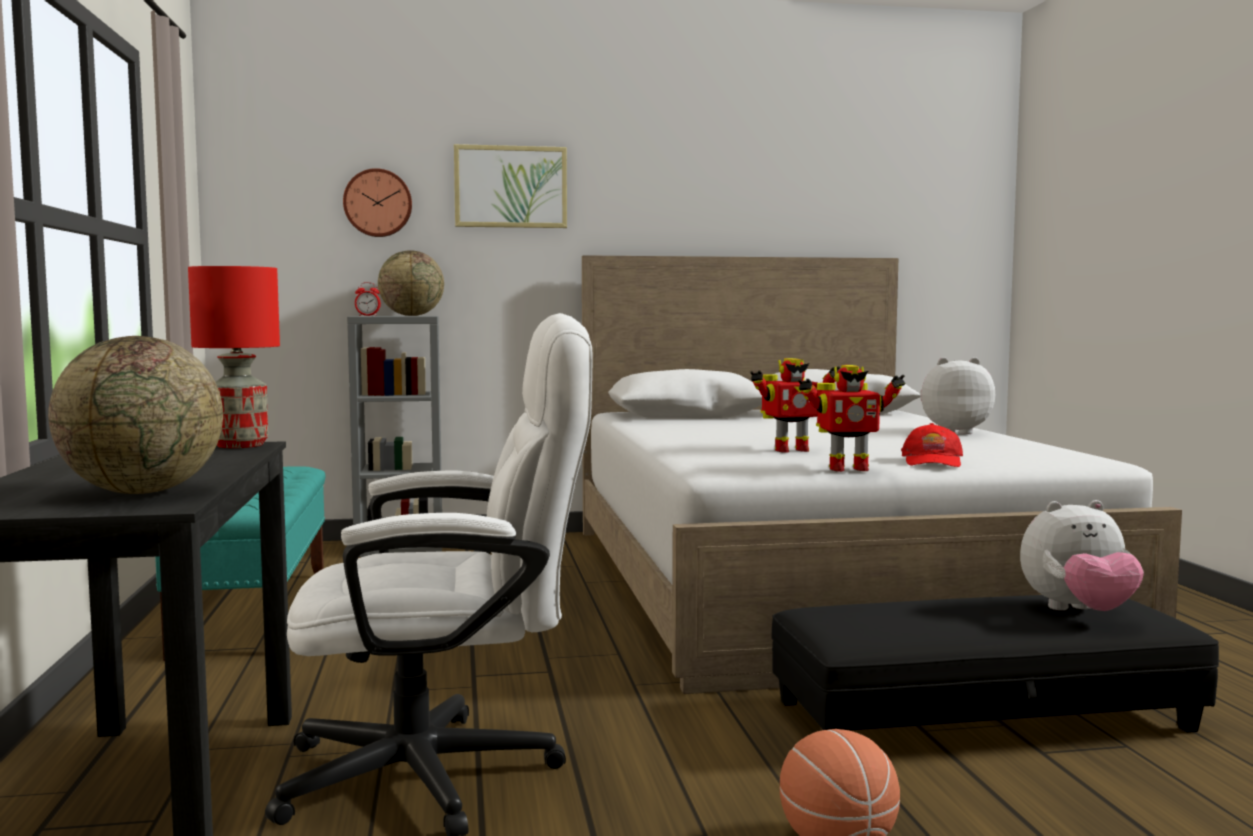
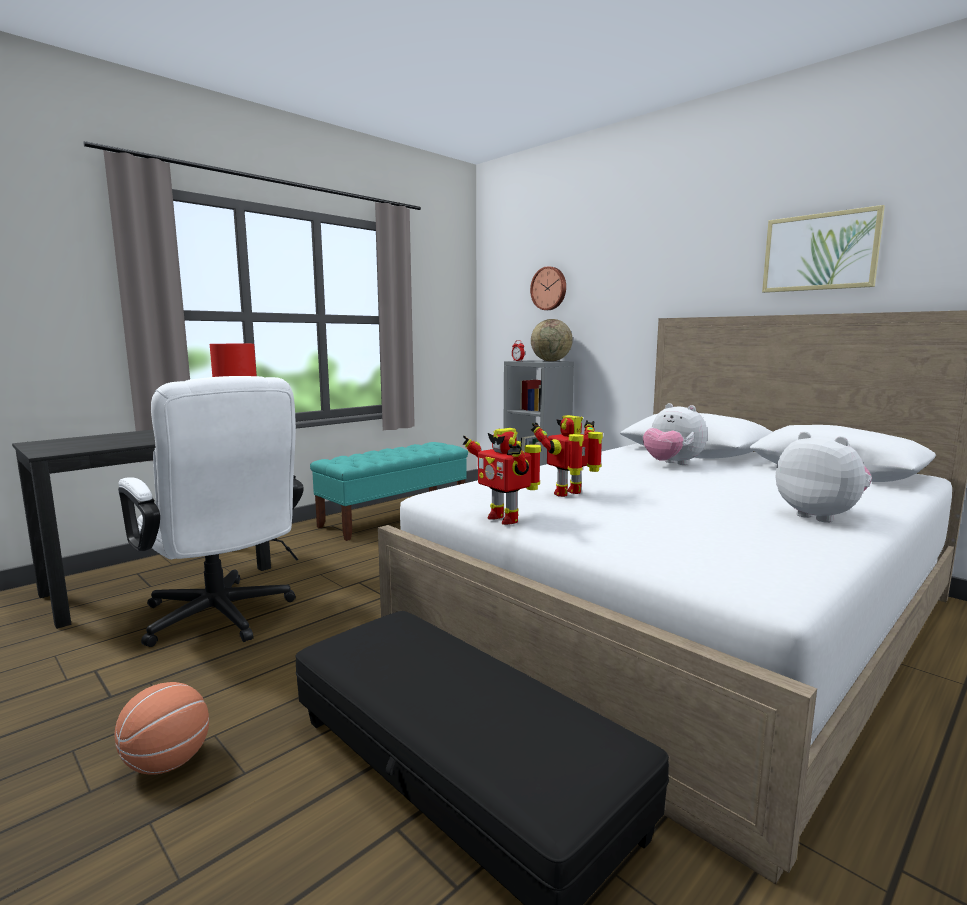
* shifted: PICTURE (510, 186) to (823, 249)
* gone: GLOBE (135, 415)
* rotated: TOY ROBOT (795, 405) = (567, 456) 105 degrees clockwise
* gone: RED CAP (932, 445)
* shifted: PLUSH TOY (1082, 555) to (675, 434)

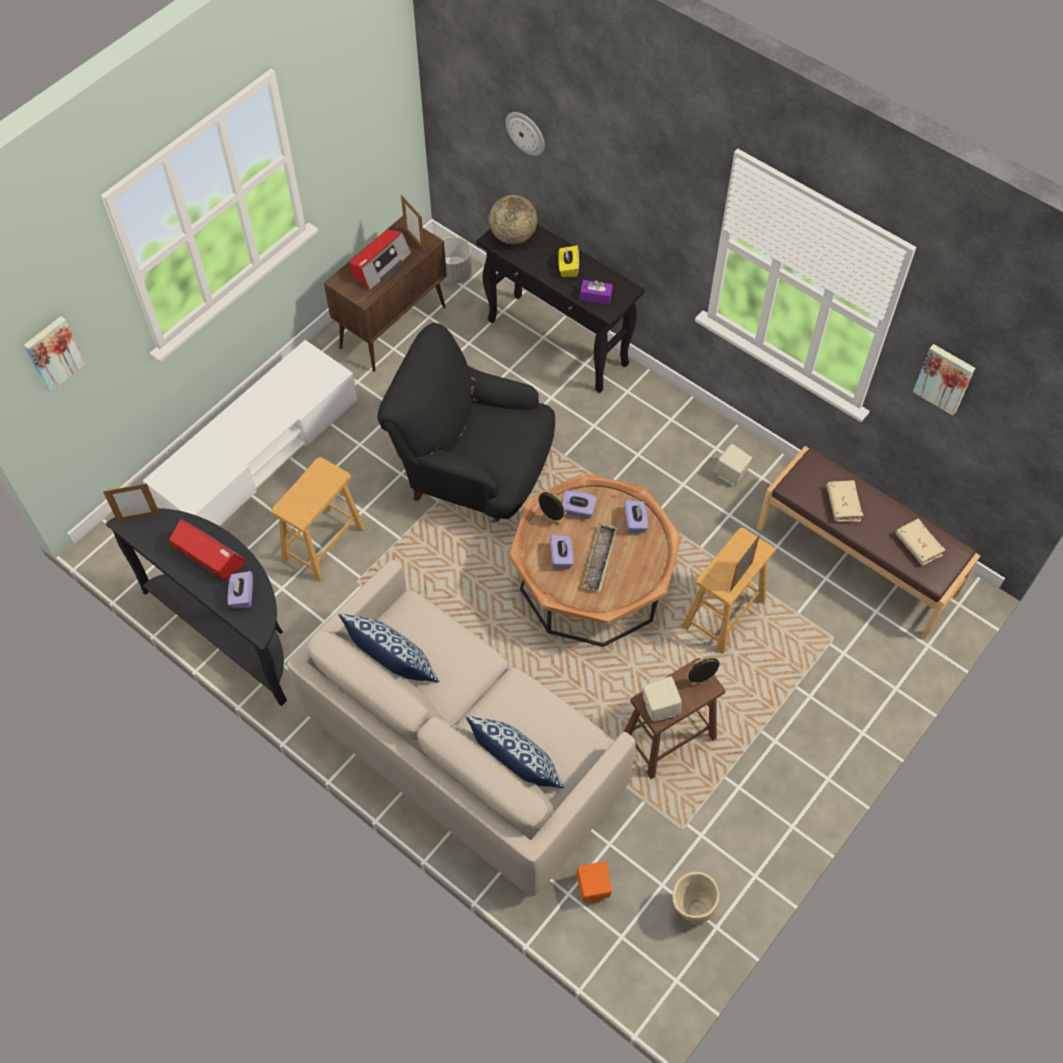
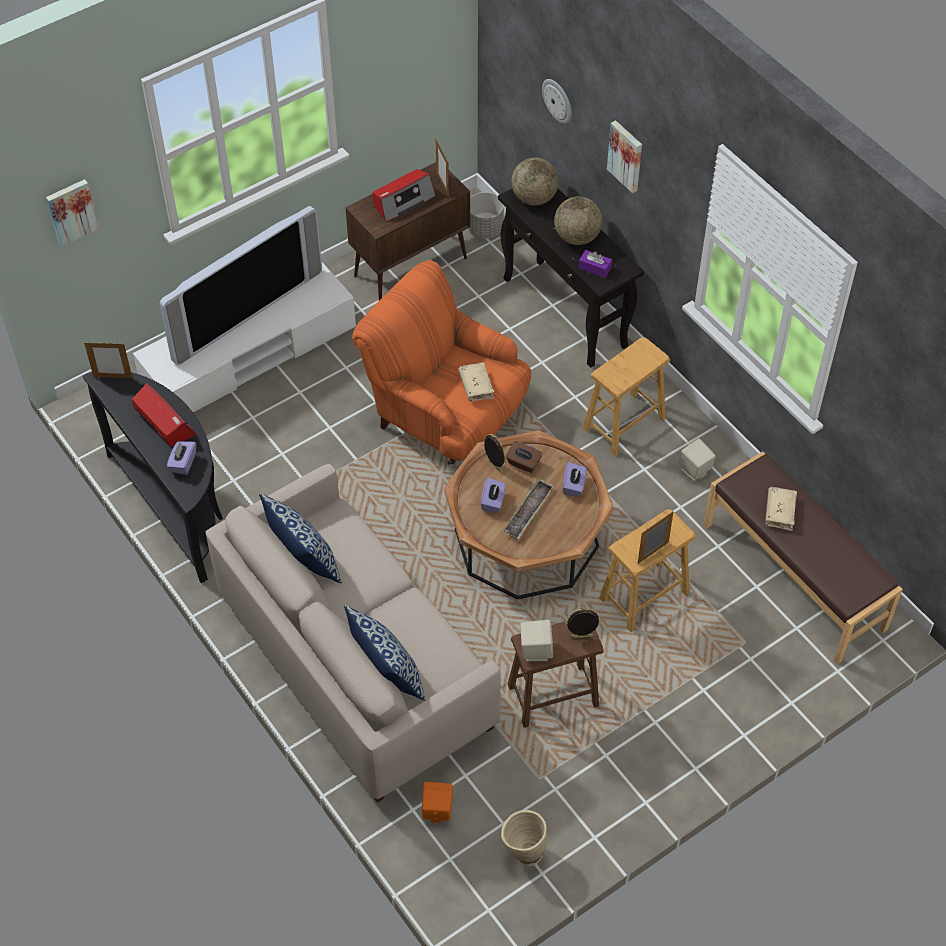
* swapped: YELLOW TISSUE BOX (569, 261) to GLOBE (578, 220)
* repainted: BLACK ARMCHAIR (466, 423) to ORANGE ARMCHAIR (441, 362)
* shifted: PICTURE (944, 380) to (624, 156)
* shifted: BROWN STOOL (318, 519) to (626, 396)
* repainted: PURPLE TISSUE BOX (579, 504) to BROWN TISSUE BOX (524, 457)
* shifted: BEIGE BOOK (920, 542) to (476, 382)
* new: TELEVISION (240, 285)

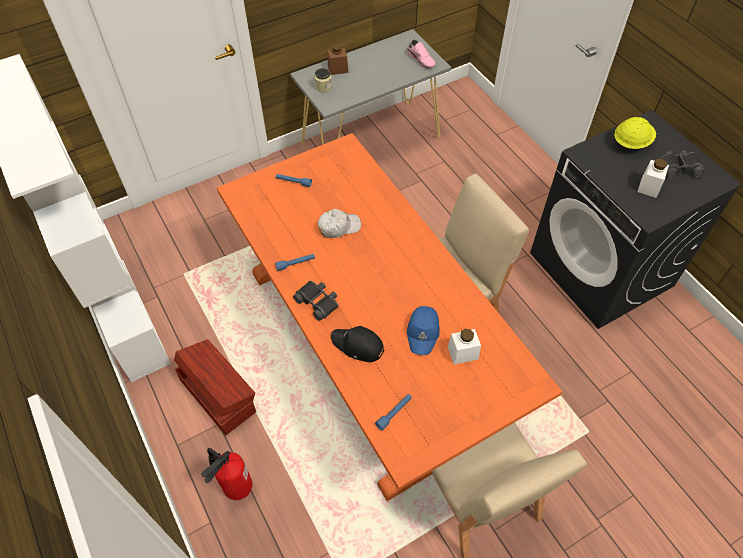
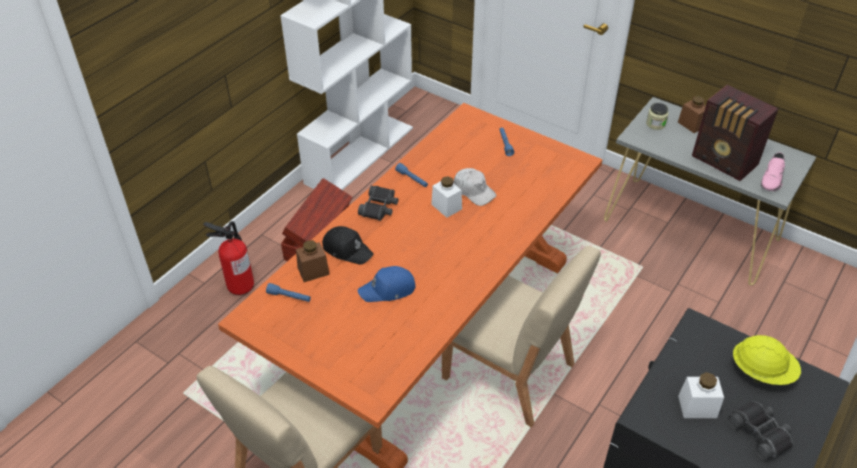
* rotated: BLACK CAP (358, 344) = (348, 245) 120 degrees clockwise
* shifted: WHITE JAR (464, 347) to (446, 197)
* new: RADIO (735, 133)
* new: BROWN JAR (313, 261)

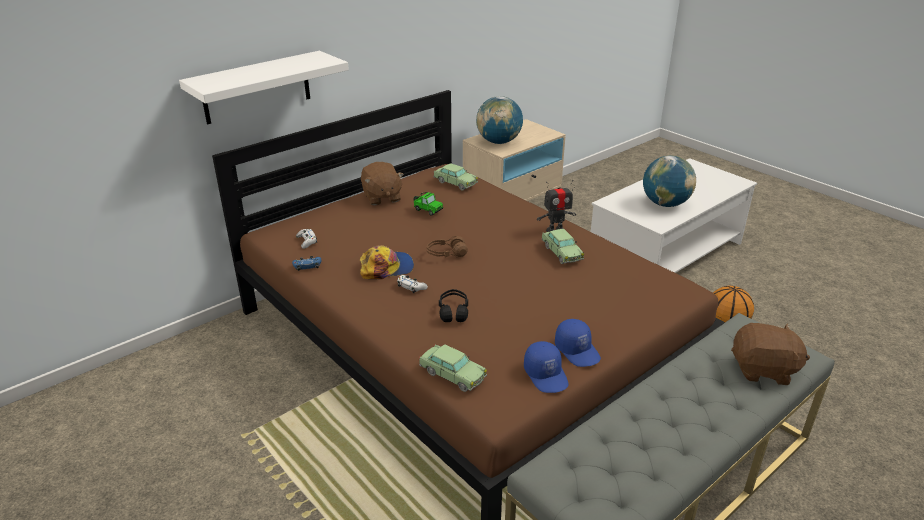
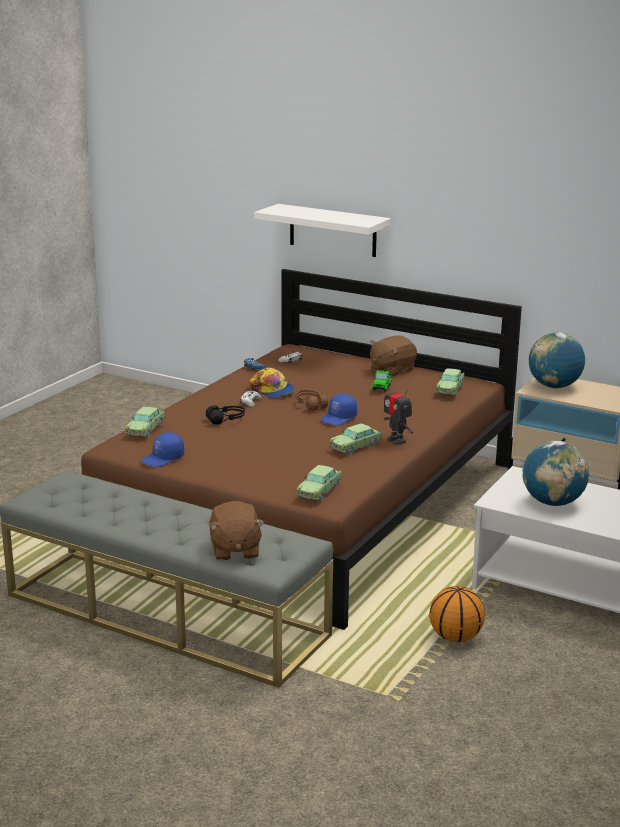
* shifted: BLUE CAP (578, 343) to (338, 409)
* new: TOY CAR (319, 483)

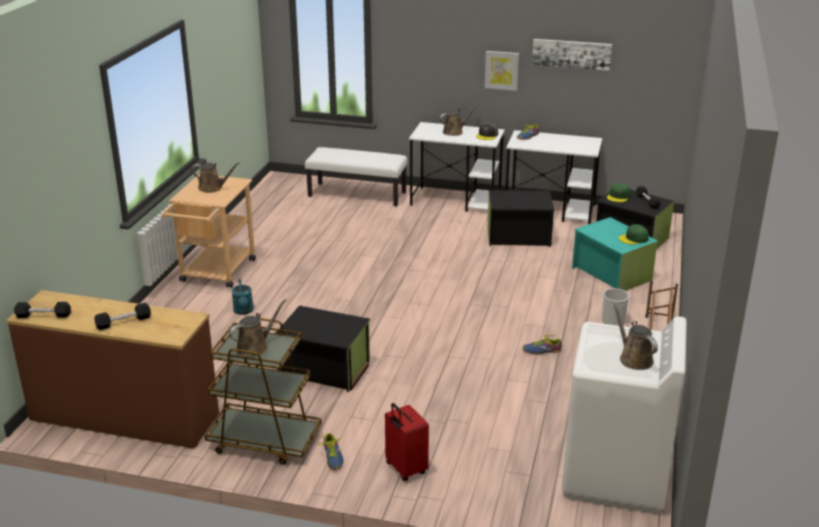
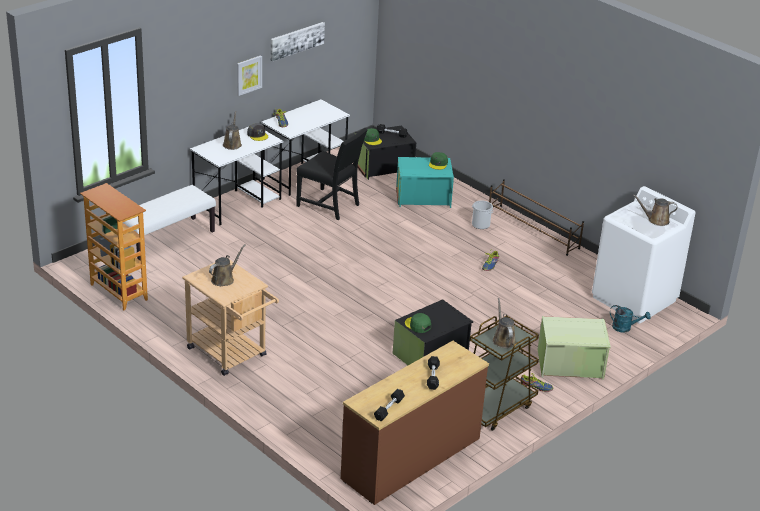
* swapped: BLACK STORAGE BOX (520, 218) to BLACK CHAIR (331, 174)
* shifted: TURQUOISE WATERING CAN (242, 297) to (630, 318)
* swapped: RED SUITCASE (407, 442) to GREEN STORAGE BOX (574, 348)
* new: BOOKCASE (114, 246)
* new: GREEN CAP (418, 323)

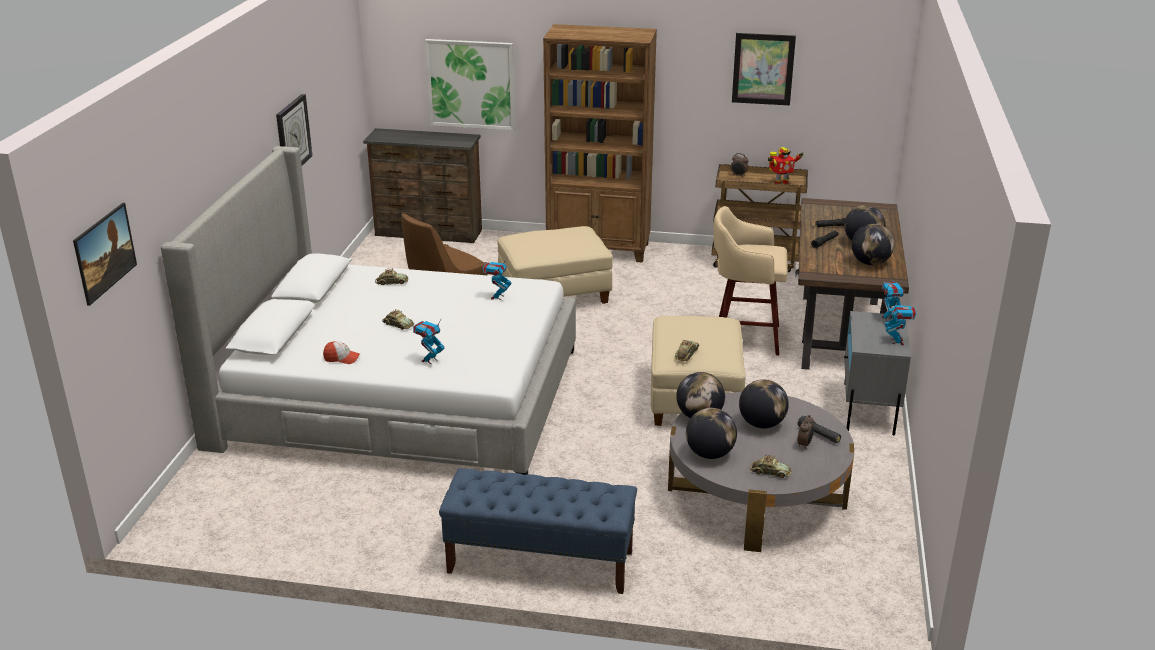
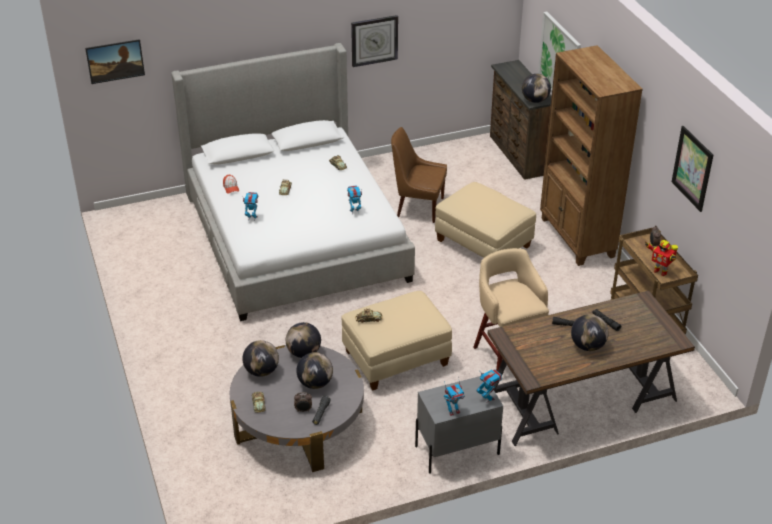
* shifted: GLOBE (872, 245) to (536, 88)
* gone: BLUE BENCH (538, 531)

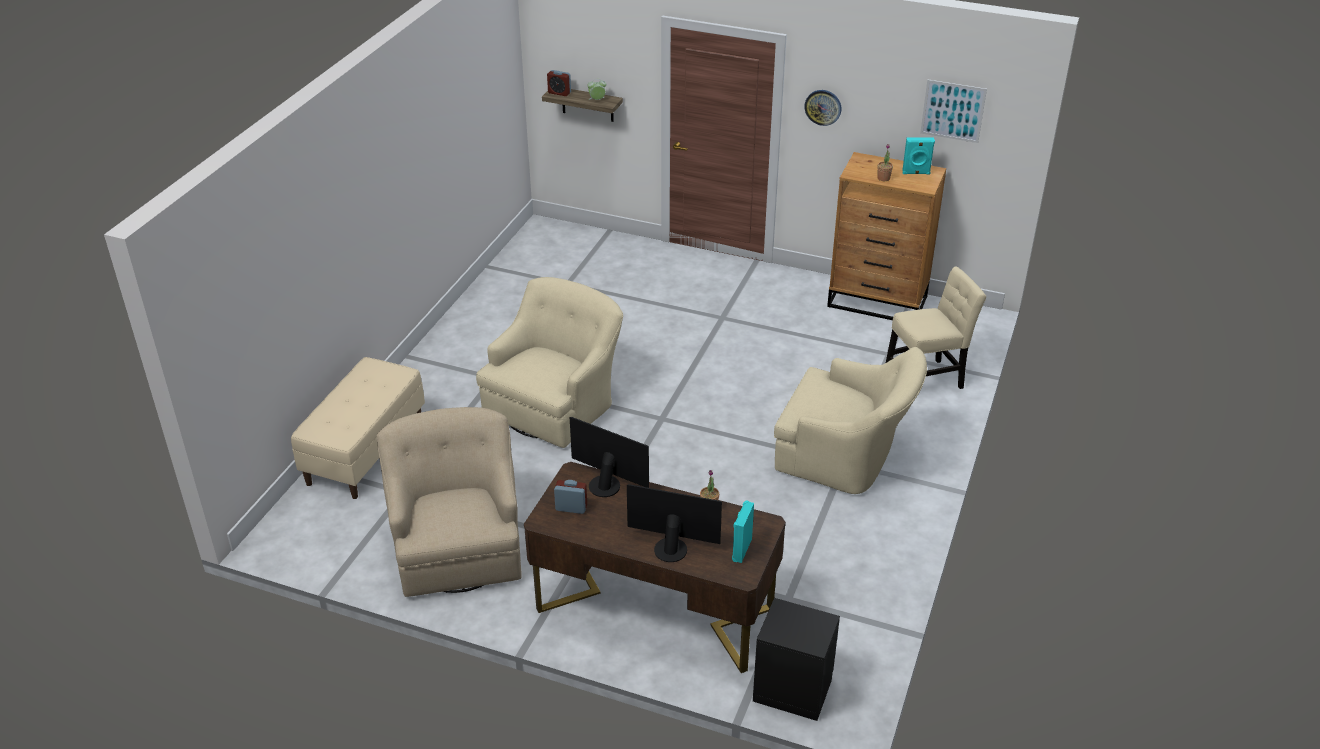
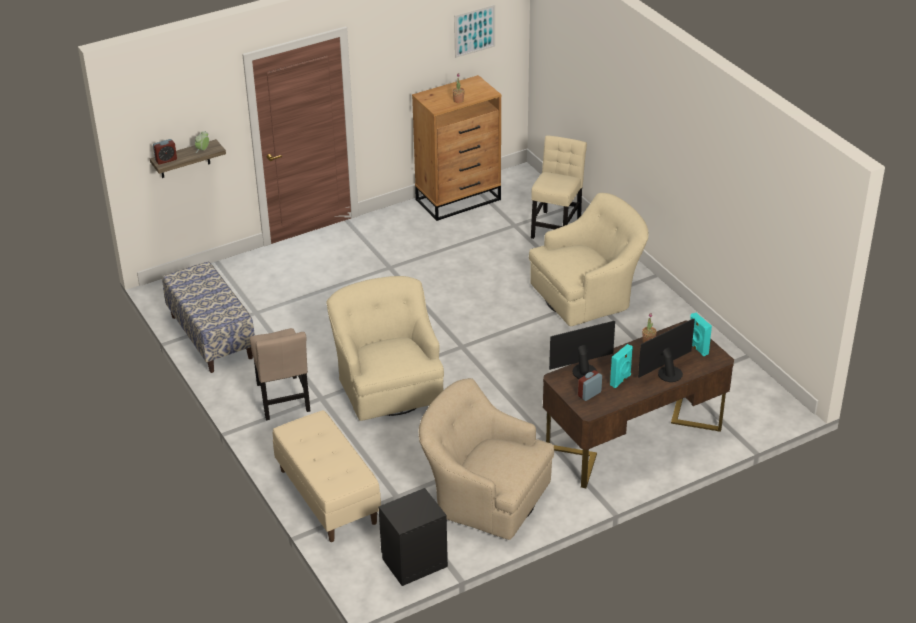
* gone: WALL CLOCK (822, 108)
* shifted: TURQUOISE SPEAKER (918, 156) to (621, 366)
* shifted: BLACK NIGHTSTAND (796, 659) to (413, 537)
* new: BENCH (208, 317)
* new: BEIGE CHAIR (280, 374)

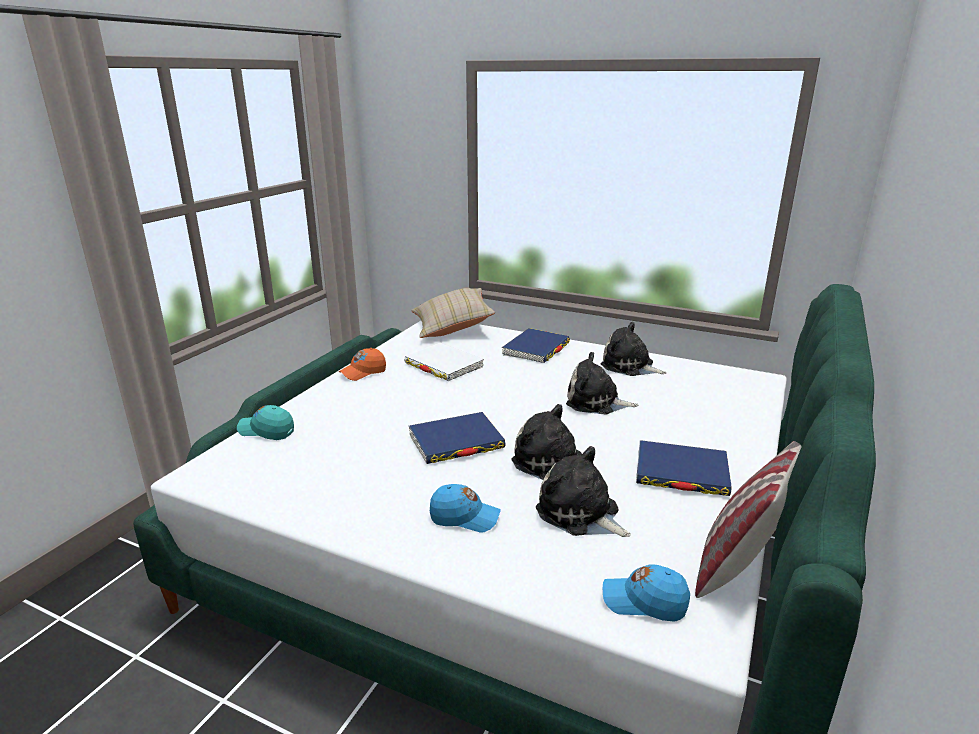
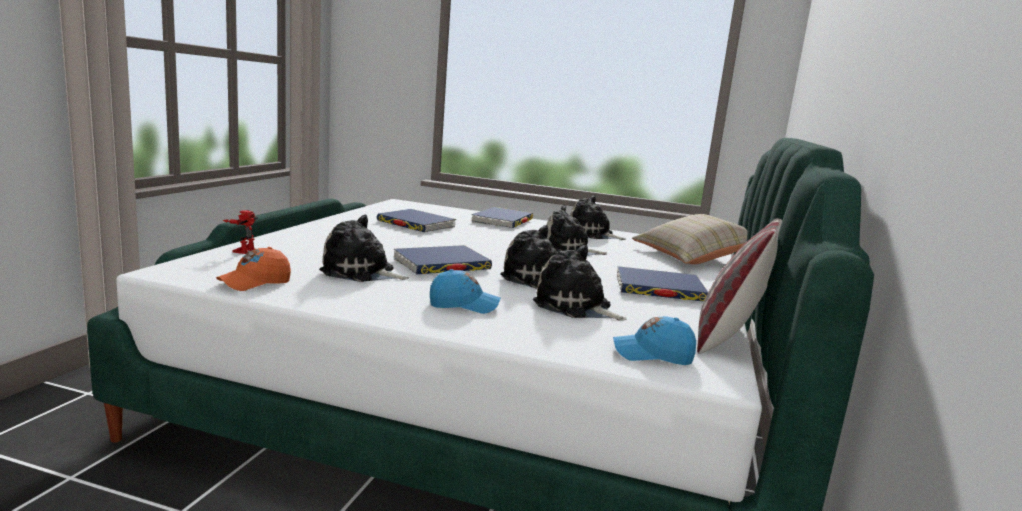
* shifted: BEIGE PILLOW (453, 313) to (689, 239)
* repainted: WHITE BOOK (444, 362) to BLUE BOOK (416, 220)
* shifted: ORANGE CAP (362, 364) to (253, 269)
* swapped: TURQUOISE CAP (265, 422) to TOY ROBOT (240, 232)
* new: PLUSH TOY (364, 248)

